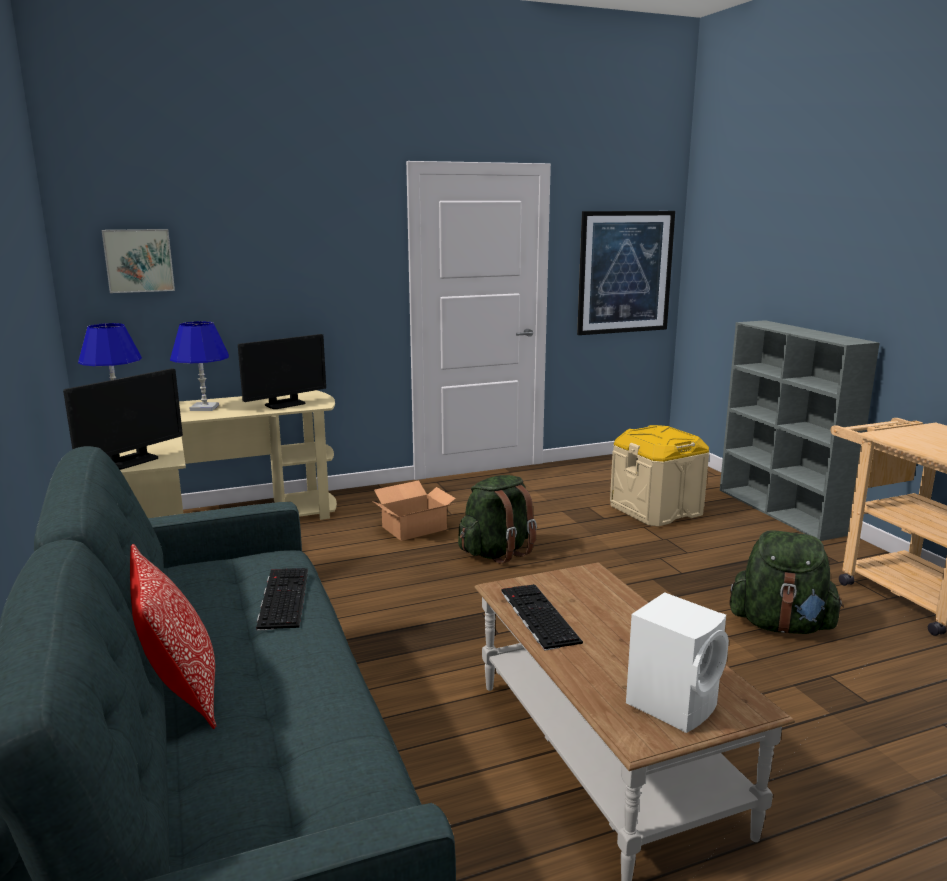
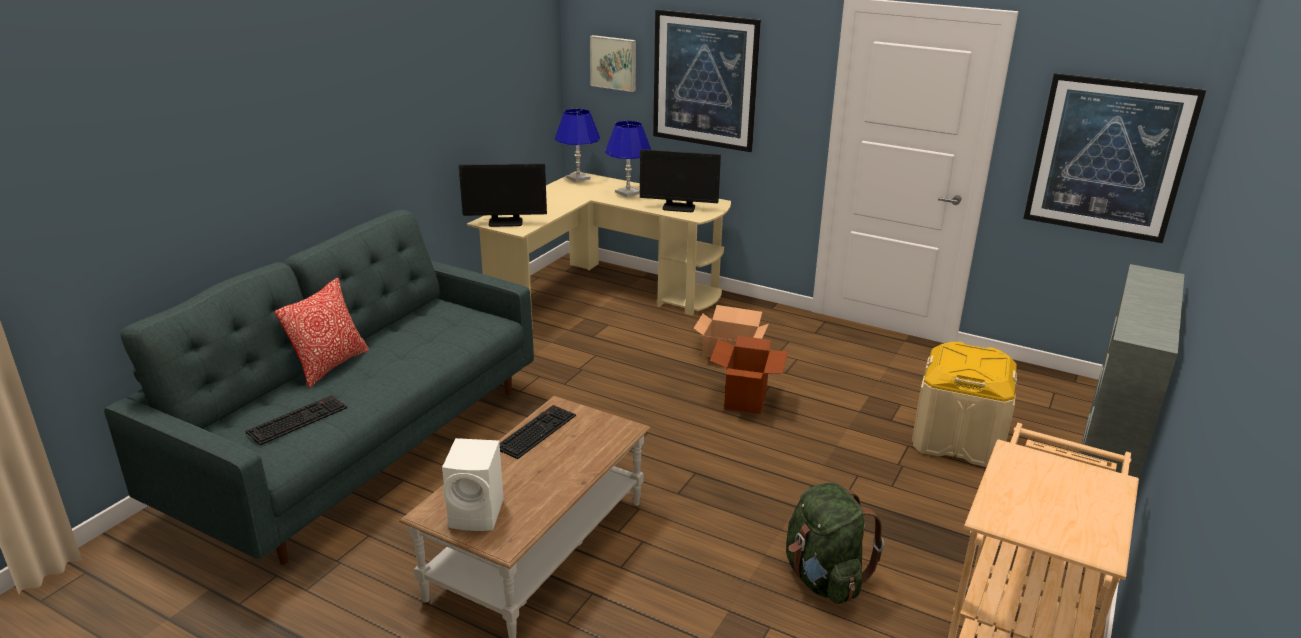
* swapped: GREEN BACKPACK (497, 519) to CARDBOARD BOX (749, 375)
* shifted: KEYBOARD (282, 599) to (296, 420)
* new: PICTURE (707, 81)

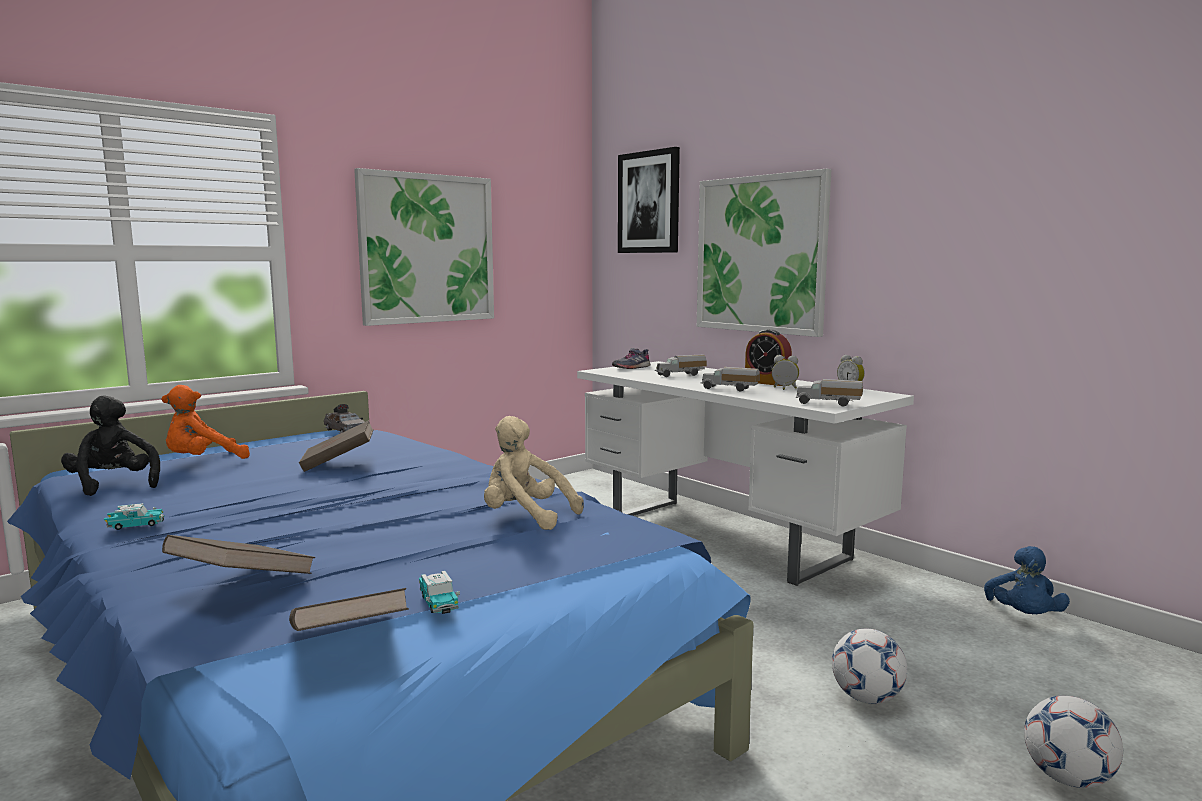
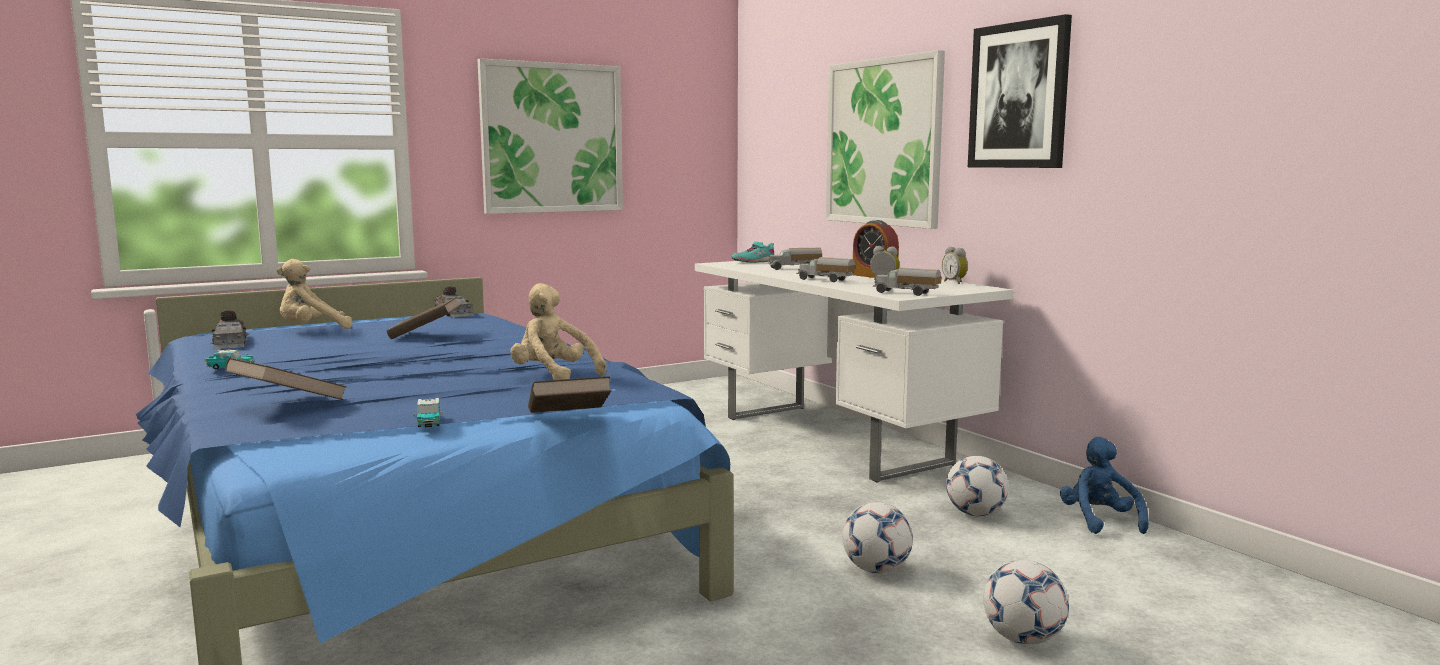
* shifted: PICTURE (649, 200) to (1020, 91)
* repainted: GREY SHOE (631, 358) to TURQUOISE SHOE (753, 252)
* repainted: ORANGE PLUSH TOY (206, 422) to BEIGE PLUSH TOY (314, 294)
* swapped: BLACK PLUSH TOY (110, 445) to GREY TOY CAR (230, 330)
* rotated: BLUE PLUSH TOY (1027, 580) = (1104, 485) 150 degrees clockwise
* shifted: BROWN BOOK (349, 609) to (569, 394)
* new: FOOTBALL (977, 486)

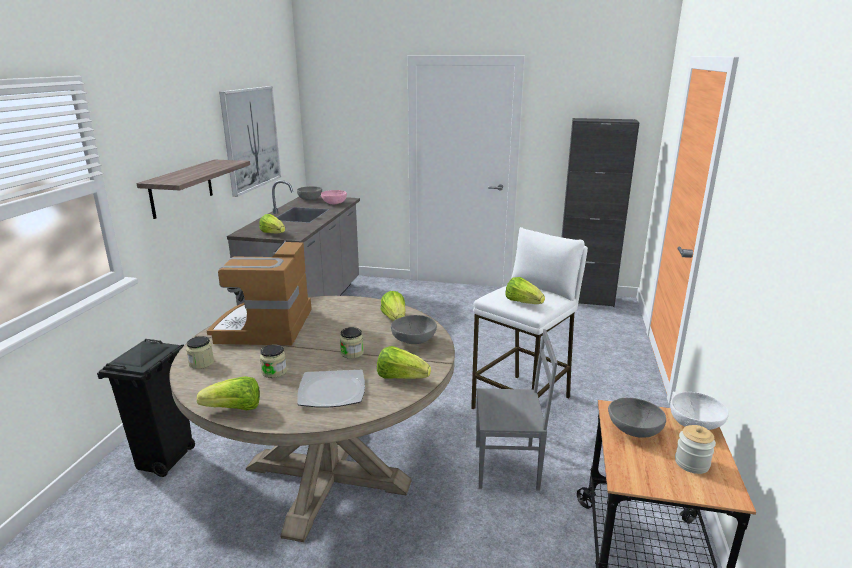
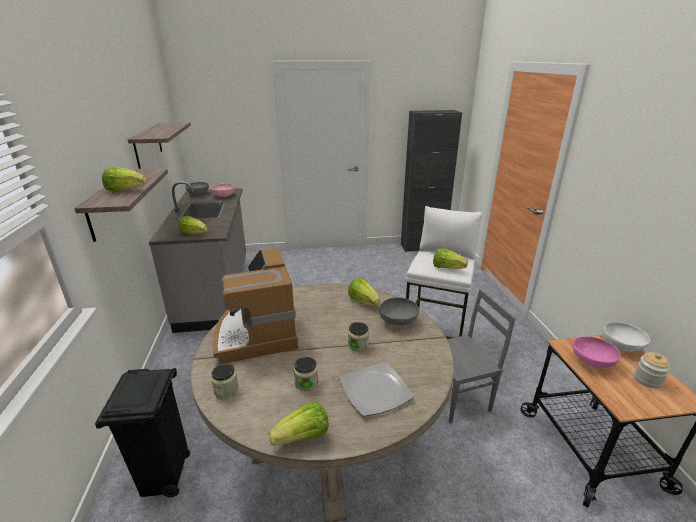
* swapped: PICTURE (250, 141) to SHELF (159, 145)
* shifted: LETTUCE (404, 362) to (124, 179)
* repainted: GREY BOWL (637, 418) to PINK BOWL (596, 352)

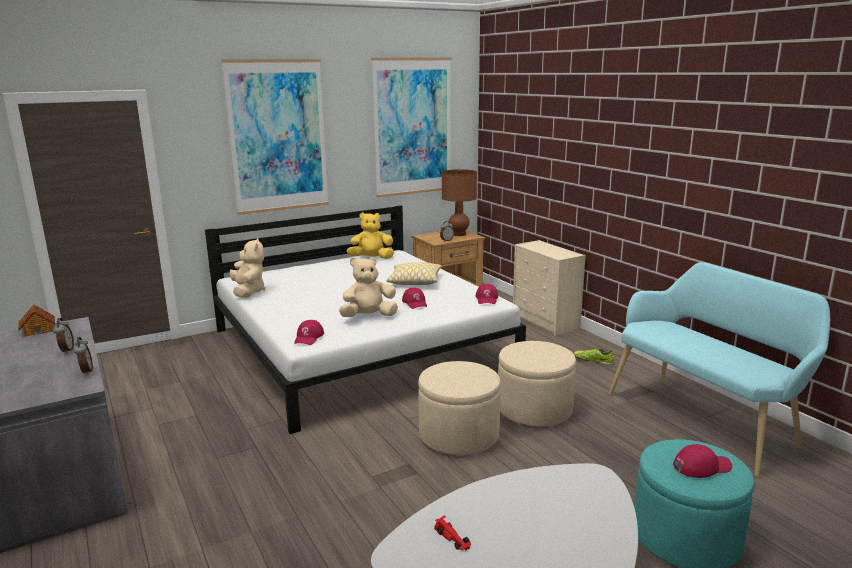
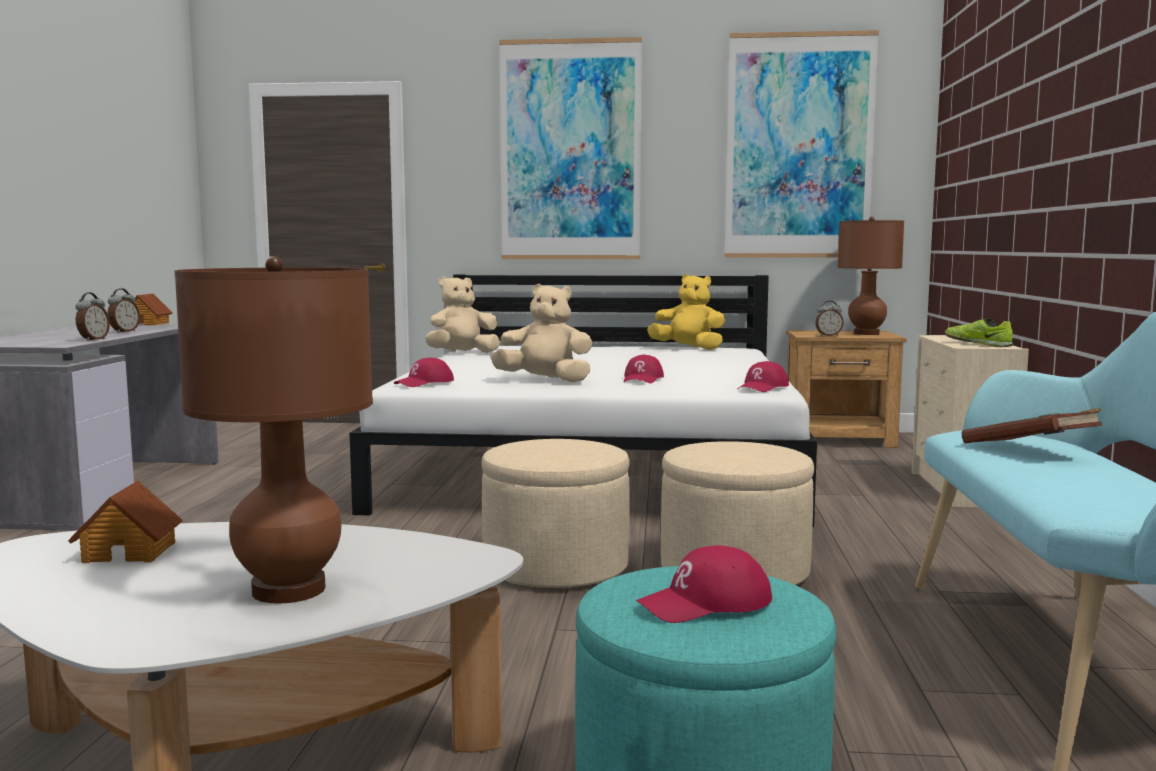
* rotated: BEIGE PLUSH TOY (247, 268) = (462, 314) 135 degrees counterclockwise
* gone: PILLOW (414, 273)
* shifted: SHOE (594, 357) to (979, 332)
* rotated: RED CAP (702, 461) = (704, 584) 135 degrees clockwise
* swapped: RED TOY CAR (452, 533) to TOY HOUSE (125, 521)
* new: BROWN TABLE LAMP (273, 430)
* new: BROWN BOOK (1032, 425)

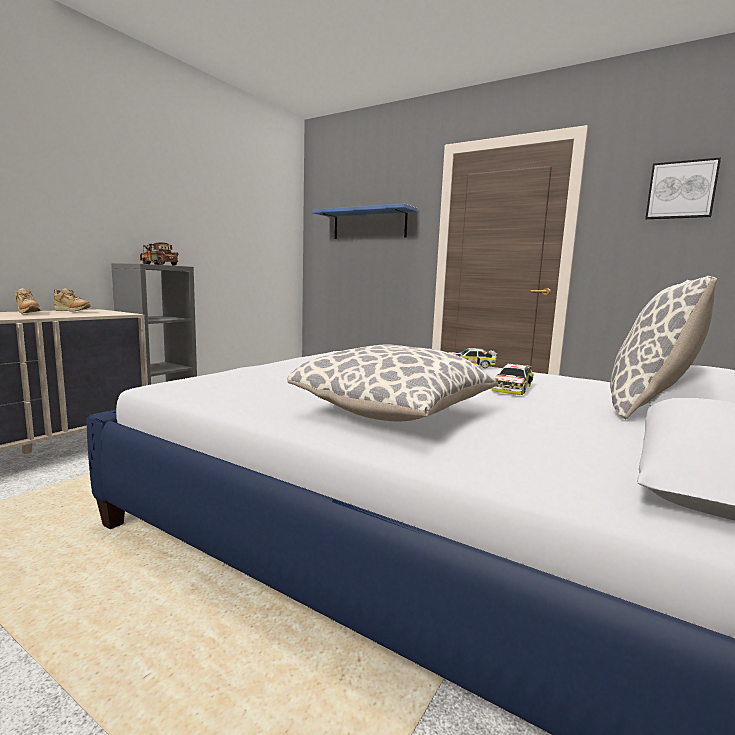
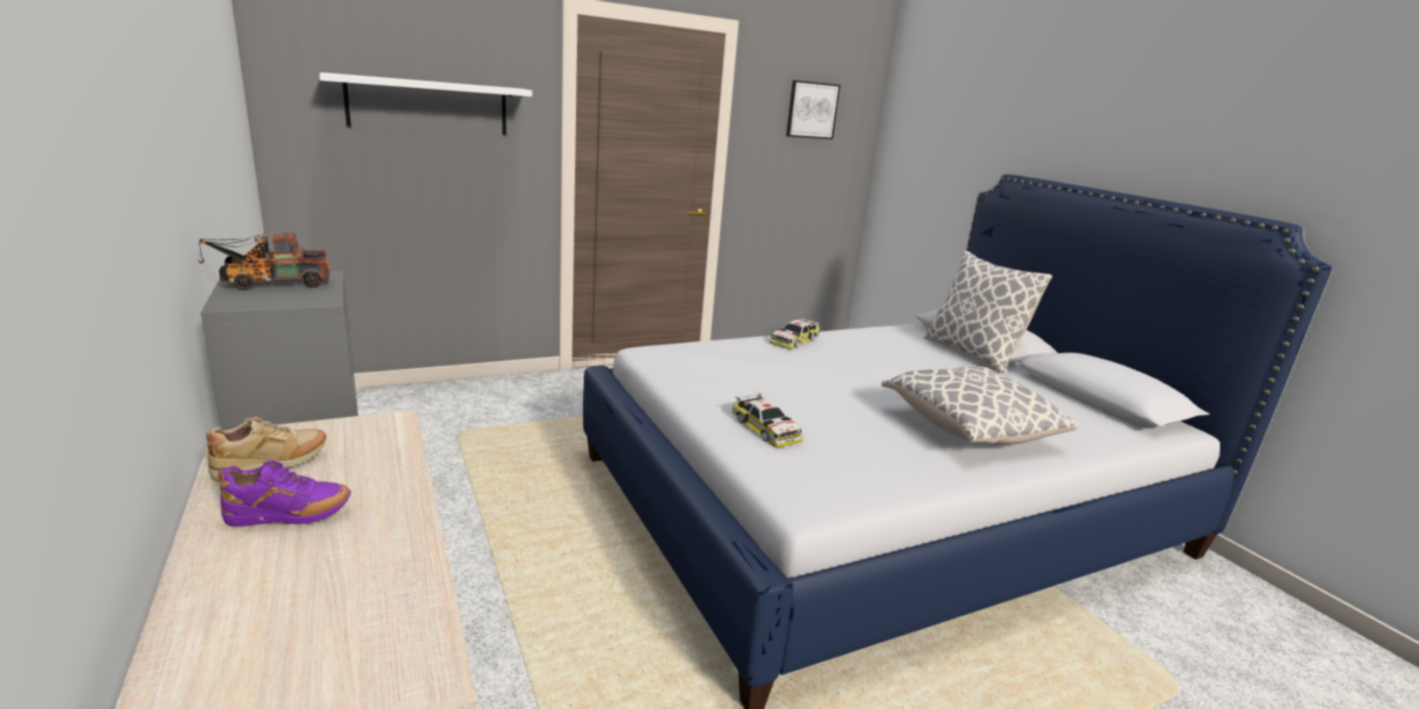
* repainted: BLUE SHELF (364, 221) to WHITE SHELF (425, 103)
* repainted: BEIGE SHOE (27, 300) to PURPLE SHOE (284, 494)
* shifted: TOY CAR (513, 379) to (767, 419)

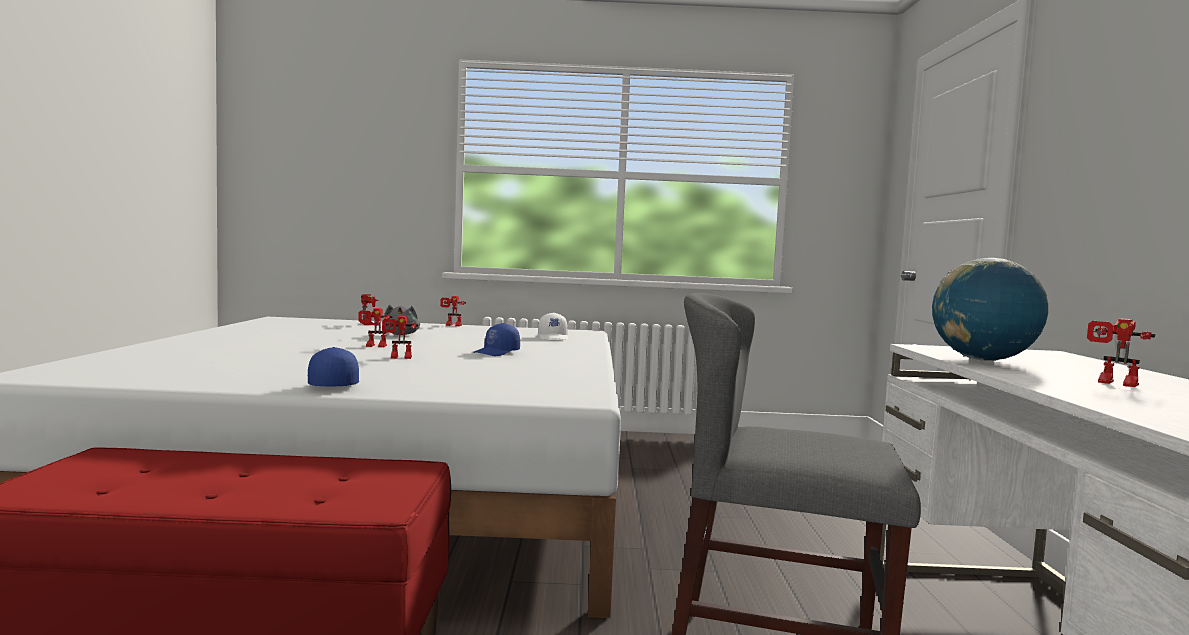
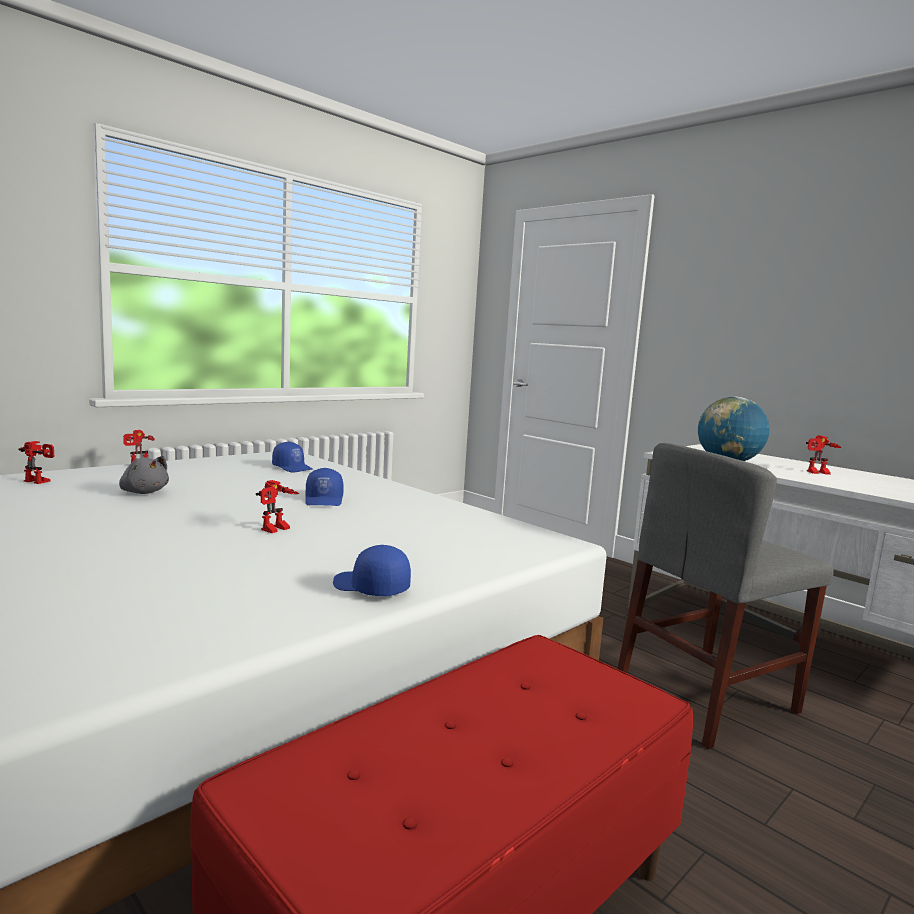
* gone: TOY ROBOT (375, 327)
* repainted: WHITE CAP (553, 326) to BLUE CAP (292, 457)

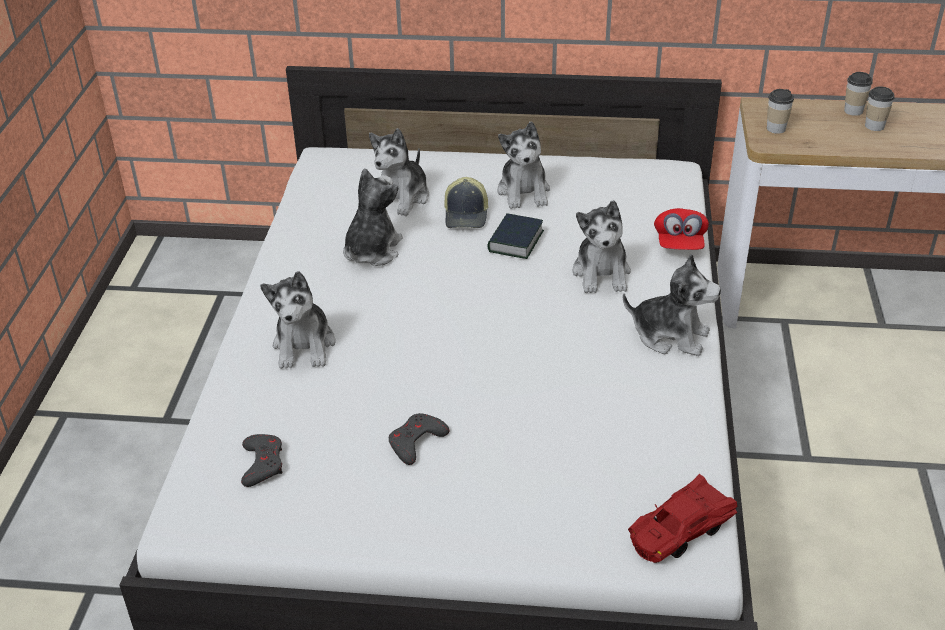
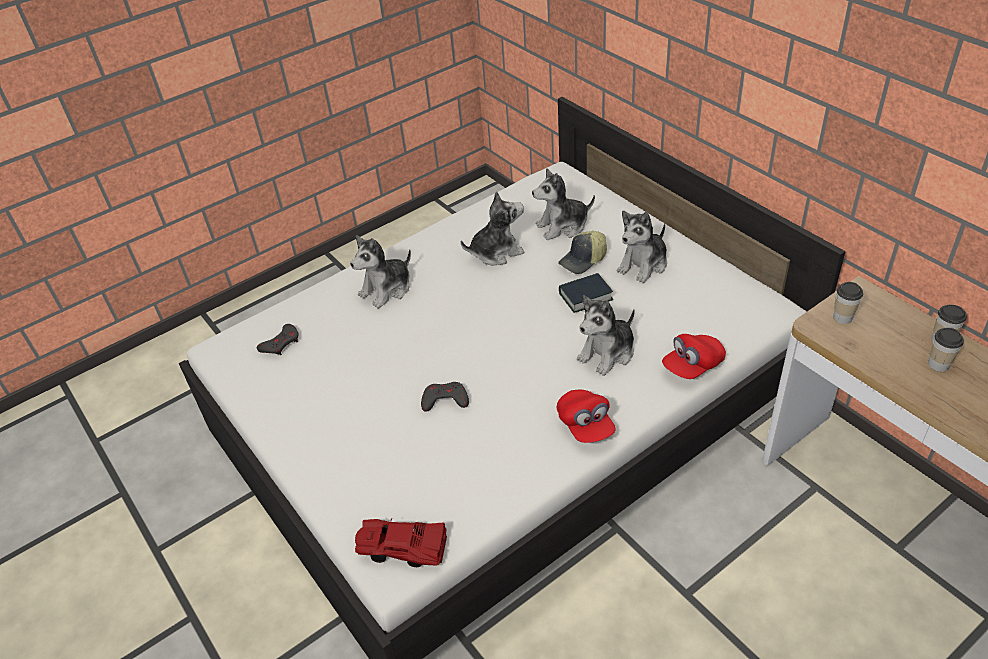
* swapped: PLUSH TOY (672, 305) to RED CAP (586, 416)
* shifted: GREY GAME CONTROLLER (419, 439) to (445, 396)

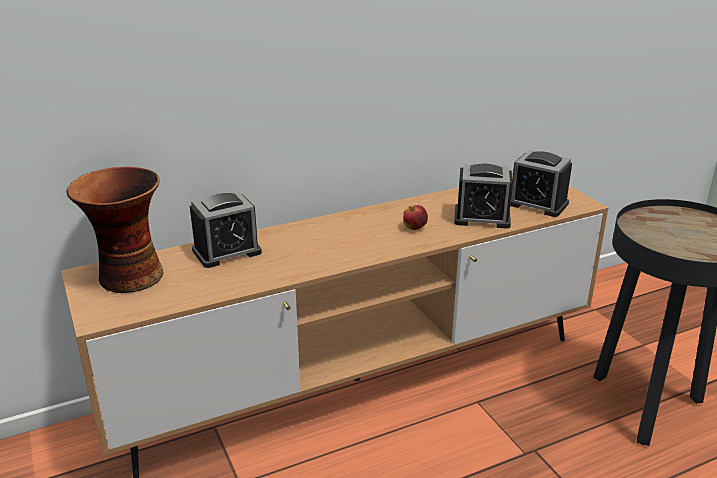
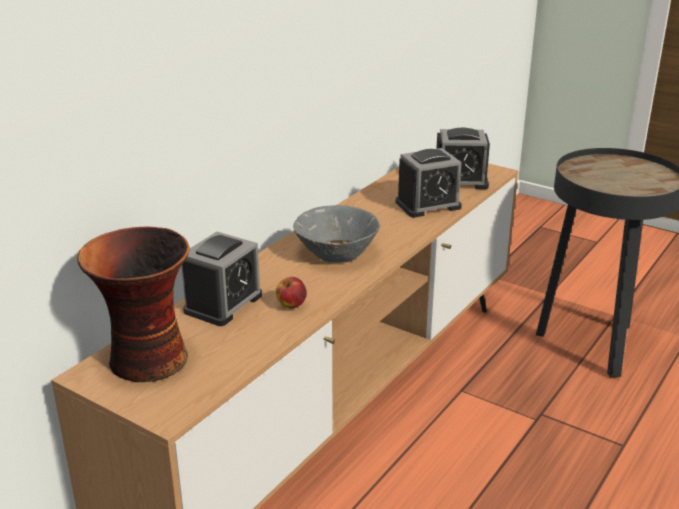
* shifted: APPLE (415, 217) to (291, 293)
* new: GREY BOWL (336, 234)

